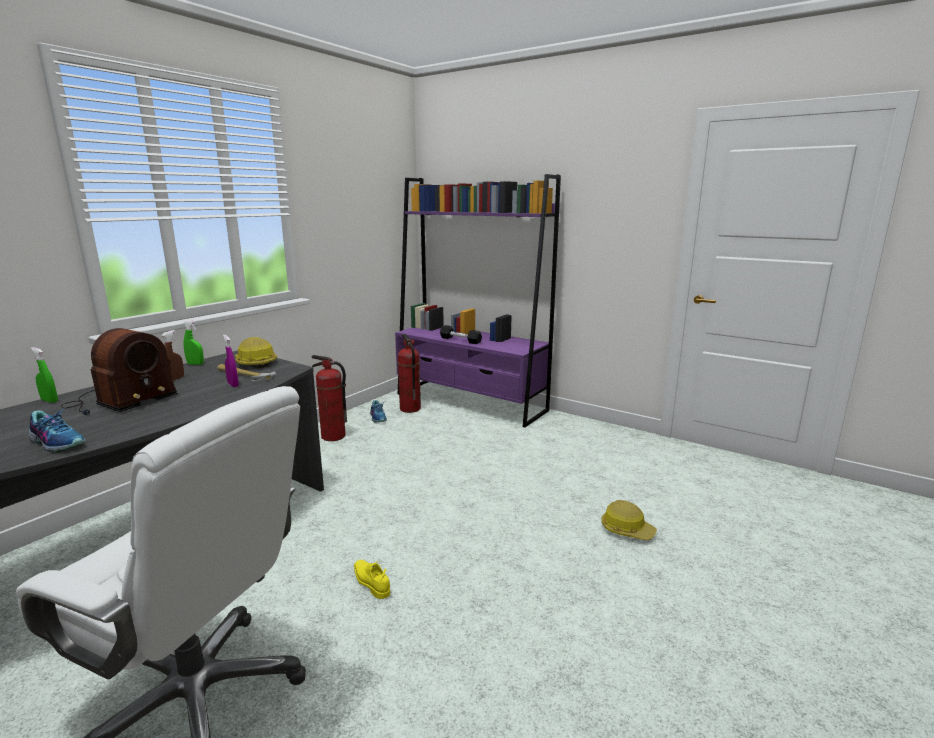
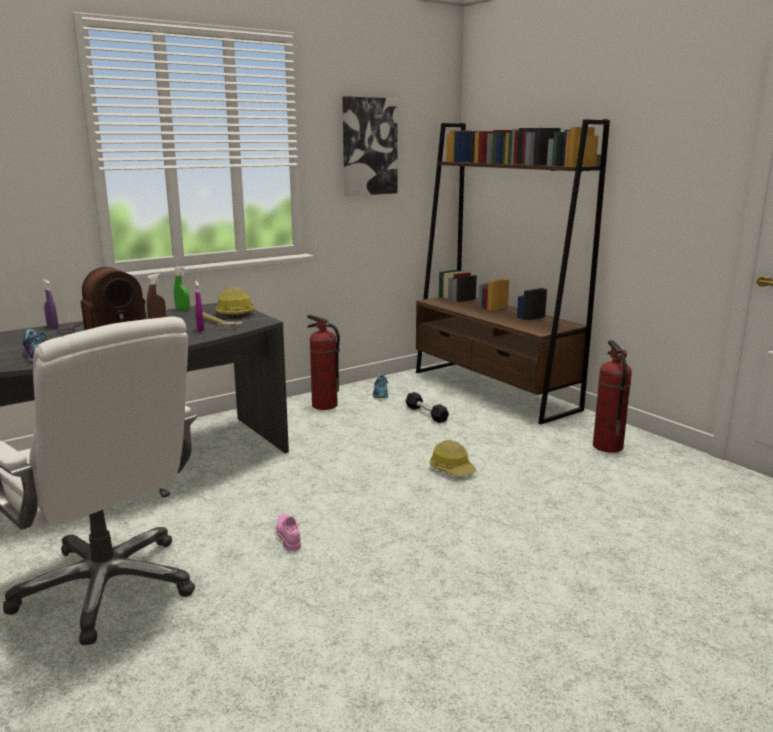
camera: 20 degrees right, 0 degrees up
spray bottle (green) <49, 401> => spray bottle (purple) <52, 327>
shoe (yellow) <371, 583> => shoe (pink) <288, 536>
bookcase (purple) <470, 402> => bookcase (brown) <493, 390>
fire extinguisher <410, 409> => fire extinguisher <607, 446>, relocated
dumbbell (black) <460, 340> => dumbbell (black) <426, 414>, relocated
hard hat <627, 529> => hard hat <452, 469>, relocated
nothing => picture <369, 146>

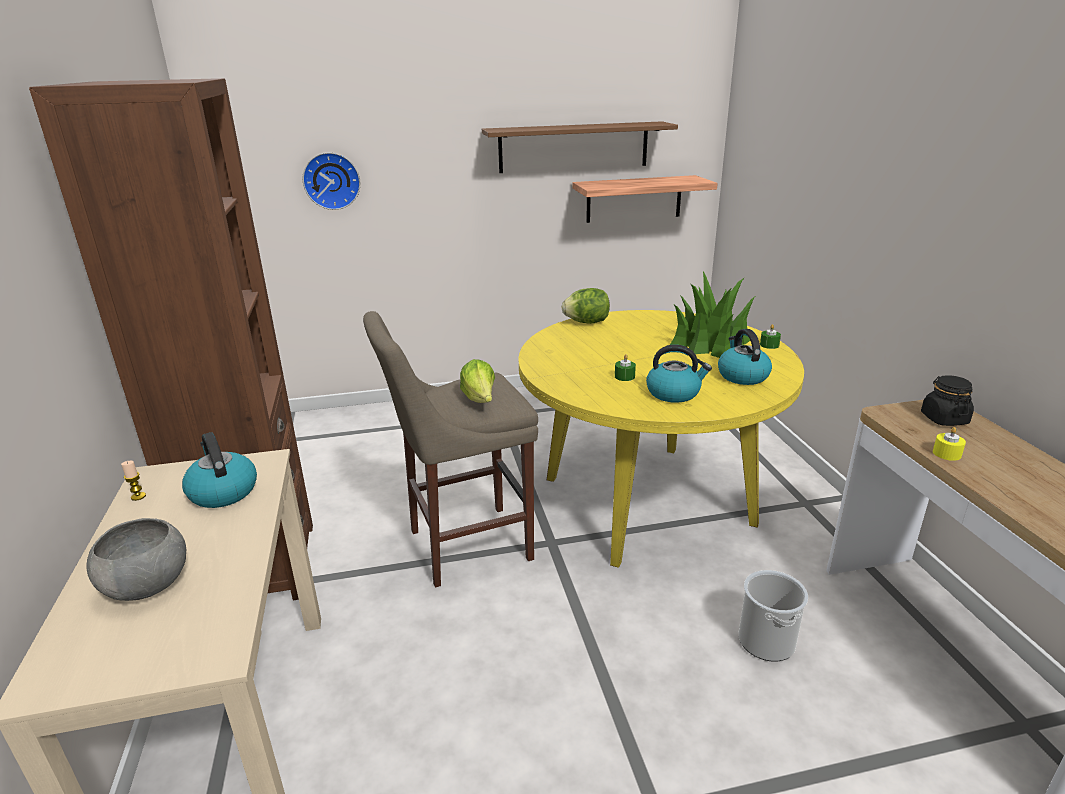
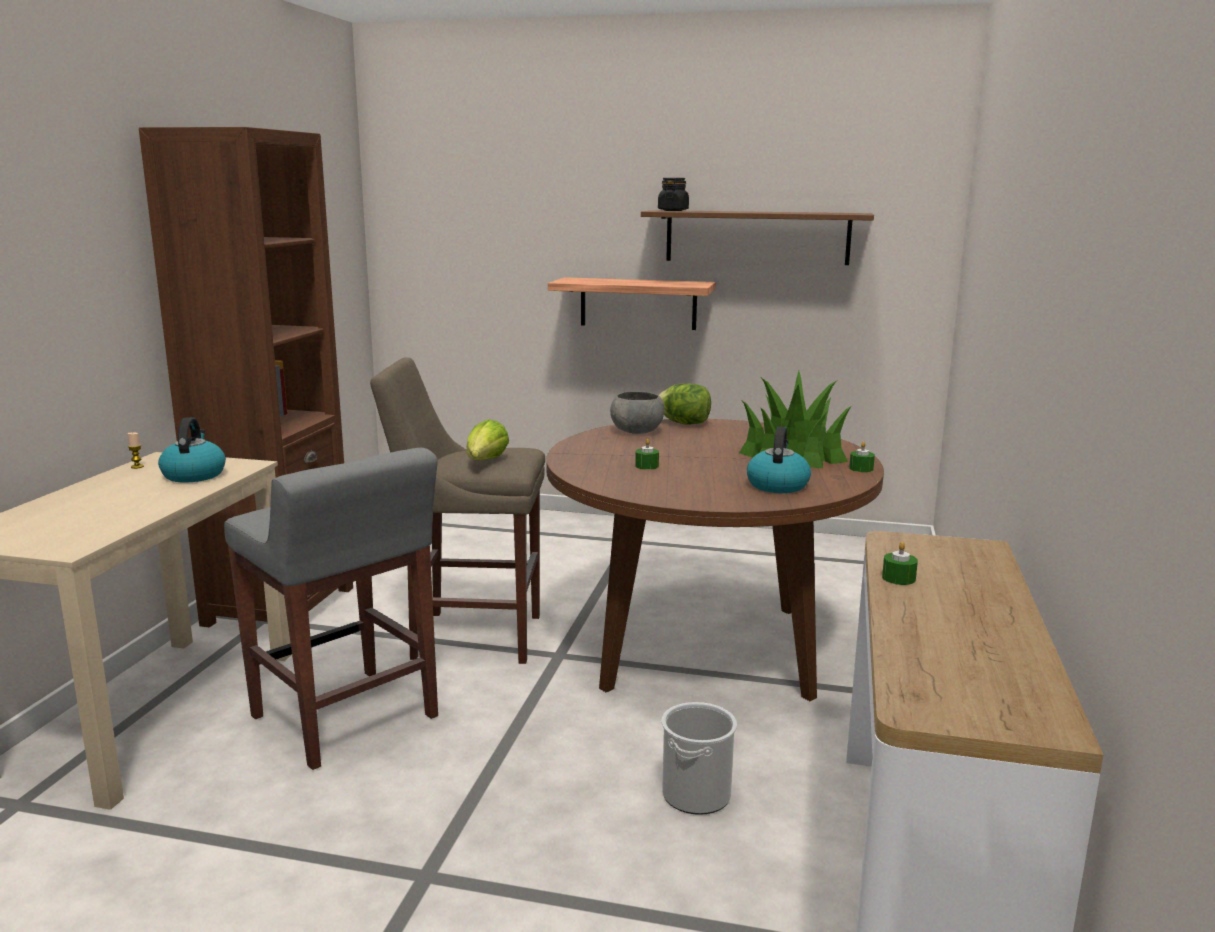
camera: 25 degrees right, 10 degrees down
bowl (grey) <146, 585> => bowl (grey) <636, 431>, relocated
wall clock <331, 180> => nothing
dining table (yellow) <647, 500> => dining table (brown) <705, 647>
shelf <634, 199> => shelf <638, 303>, relocated
kettle <674, 393> => nothing
jar (black) <944, 419> => jar (black) <673, 210>, relocated
candle (yellow) <946, 453> => candle (green) <898, 578>
nothing => stool (grey) <346, 718>

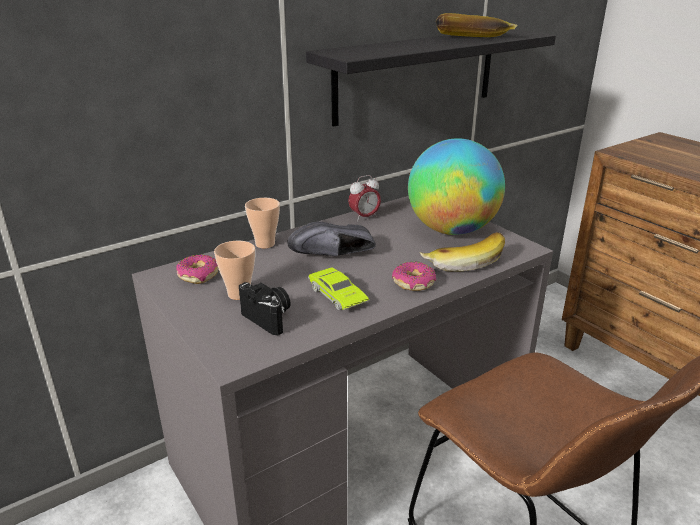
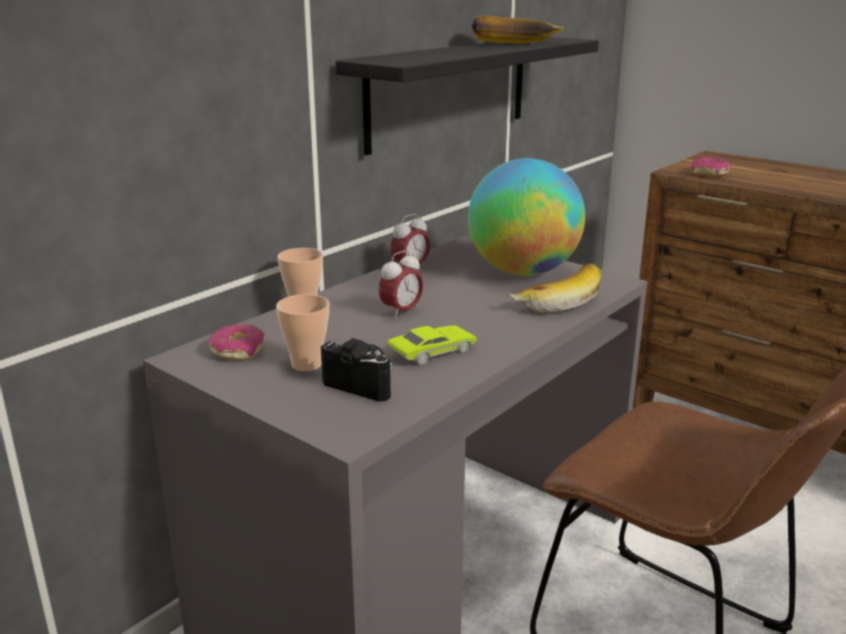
camera: 15 degrees left, 5 degrees down
shoe (black) <335, 256> => alarm clock <401, 312>
toy car (green) <338, 295> => toy car (green) <432, 351>, 75 degrees counterclockwise
donut <413, 283> => donut <709, 173>, relocated

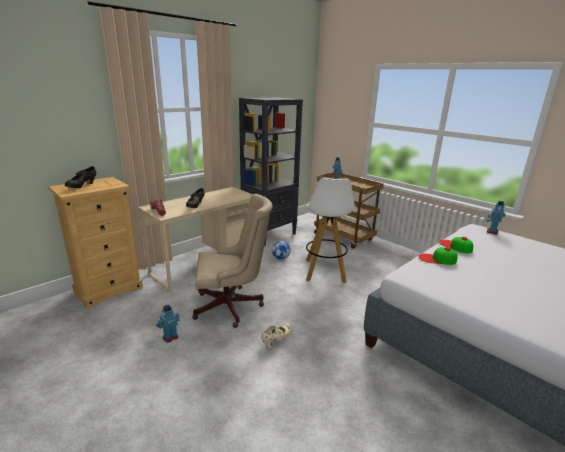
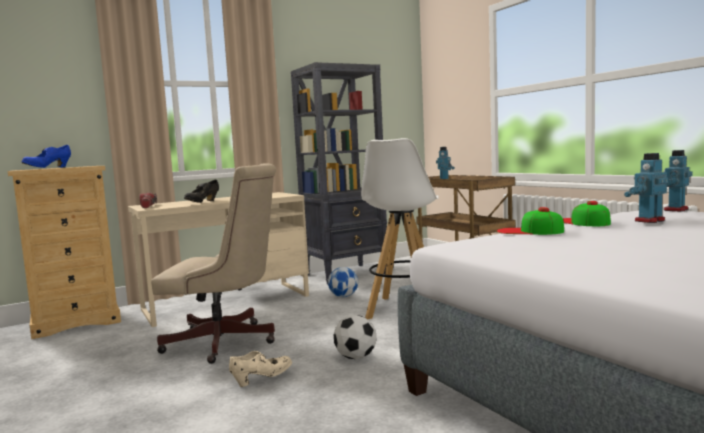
camera: 15 degrees right, 15 degrees down
shoe (black) <82, 186> => shoe (blue) <48, 168>
toy robot <170, 337> => toy robot <648, 221>, relocated
nothing => football <356, 357>

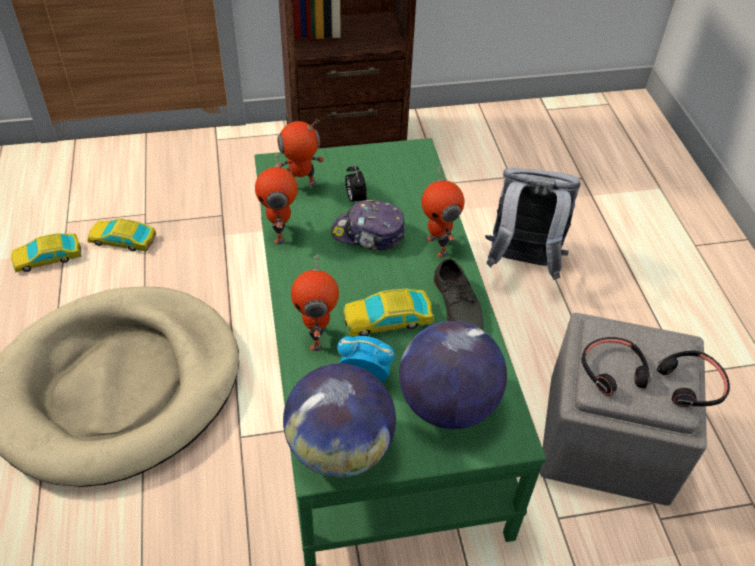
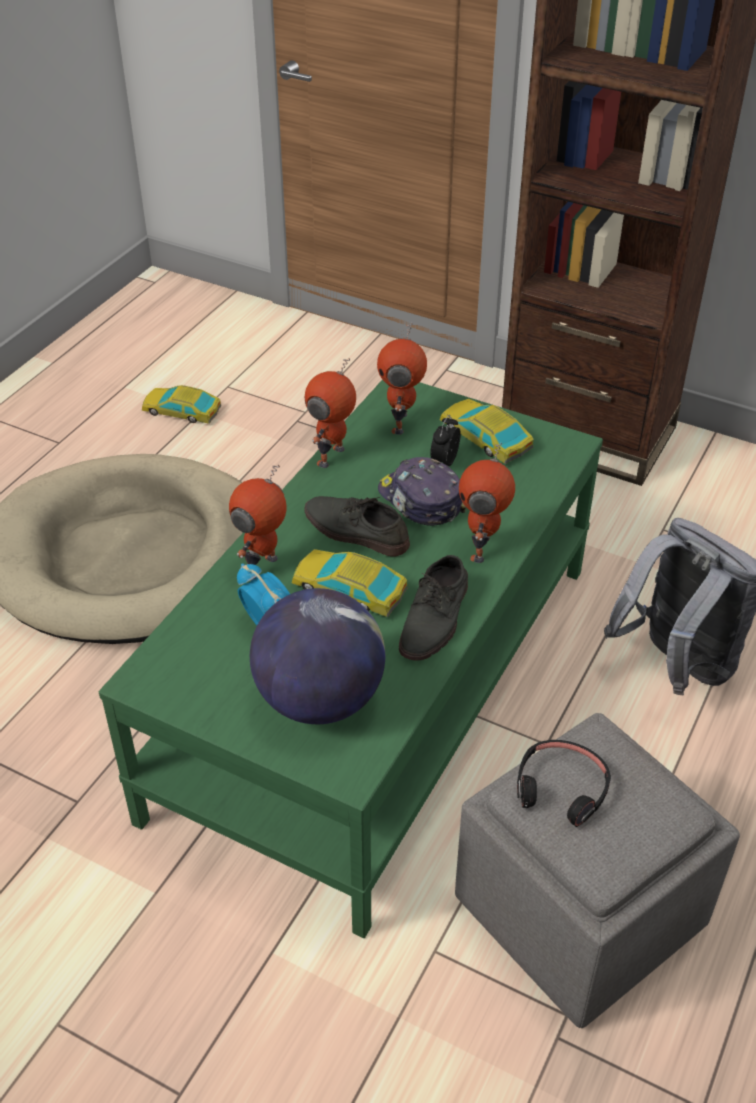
camera: 40 degrees right, 5 degrees down
toy car <122, 240> => toy car <485, 437>, relocated
toy robot <301, 186> => toy robot <401, 423>, 105 degrees counterclockwise
globe <340, 448> => nothing
headphones (black) <691, 384> => nothing
nothing => shoe (grey) <355, 531>

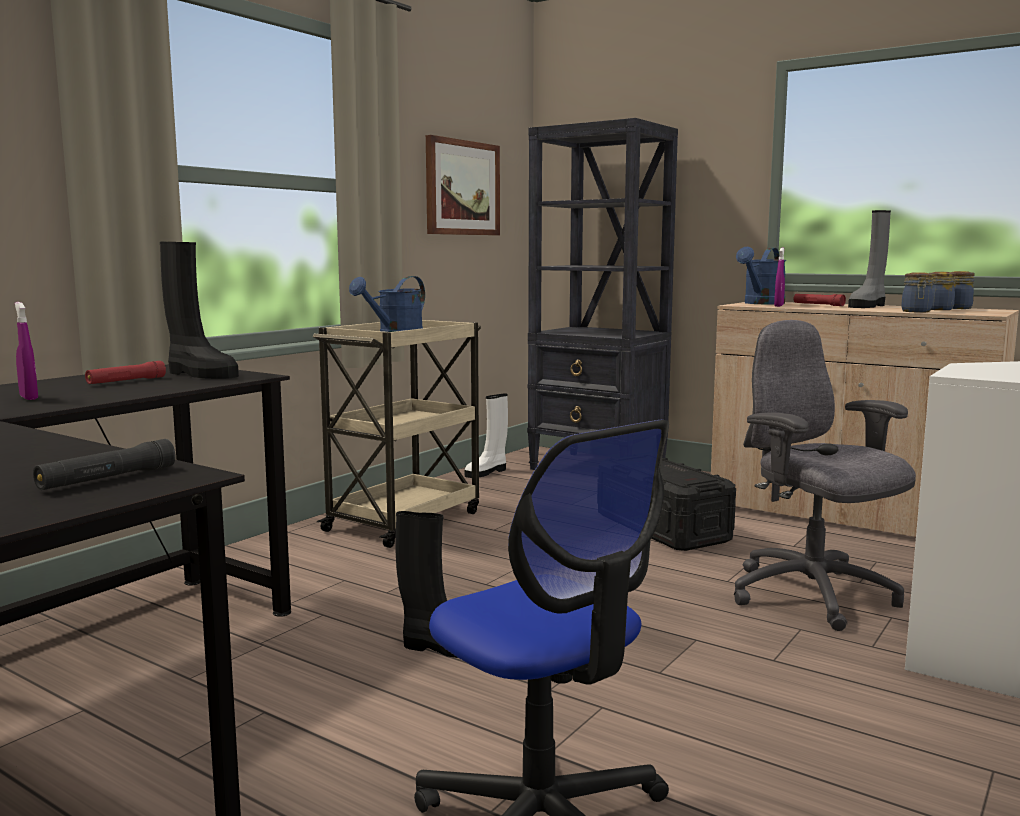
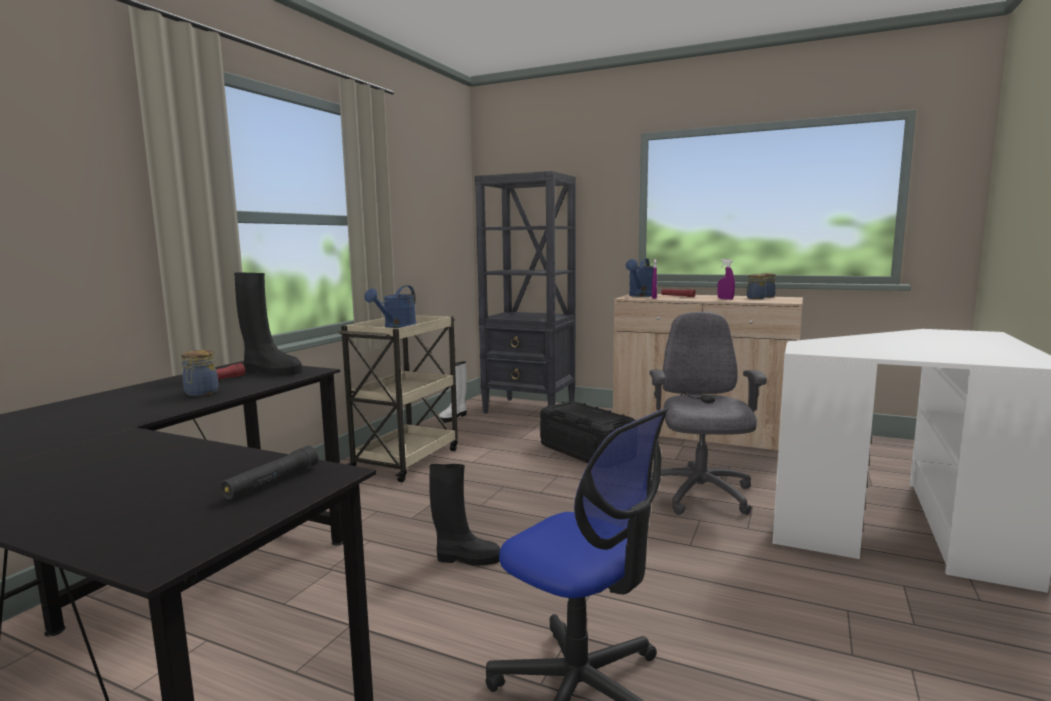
camera: 10 degrees left, 0 degrees up
spray bottle (purple) <29, 398> => spray bottle (purple) <725, 299>, relocated
picture <462, 188> => nothing
office chair (grey) <813, 596> => office chair (grey) <699, 495>, 45 degrees clockwise
boot (grey) <868, 306> => nothing
jar <916, 311> => jar <201, 393>, relocated

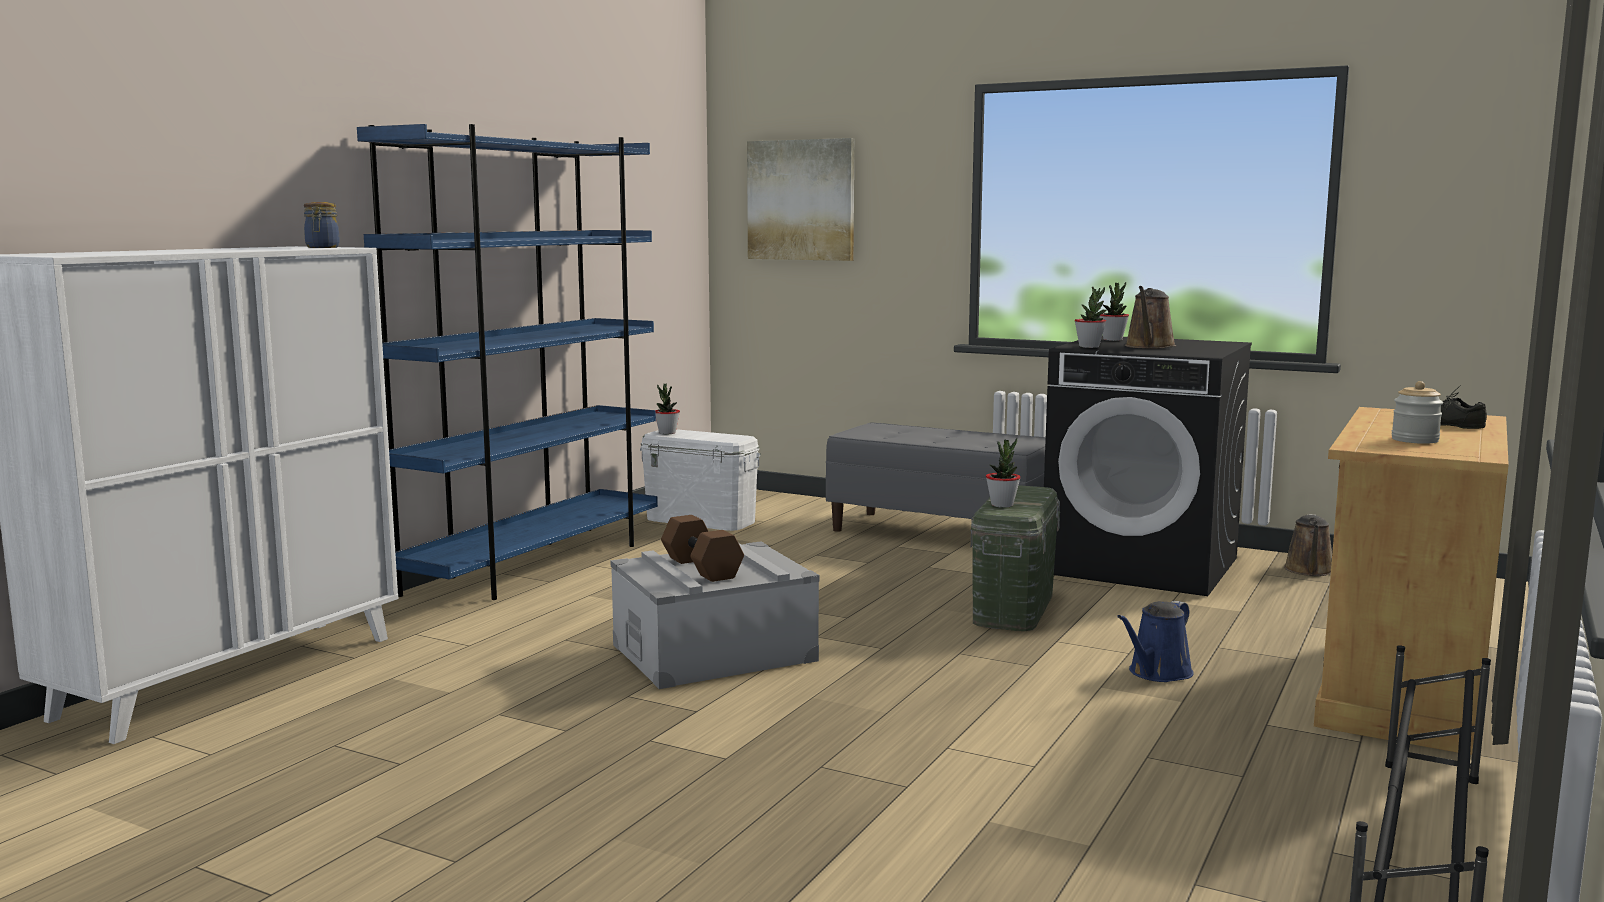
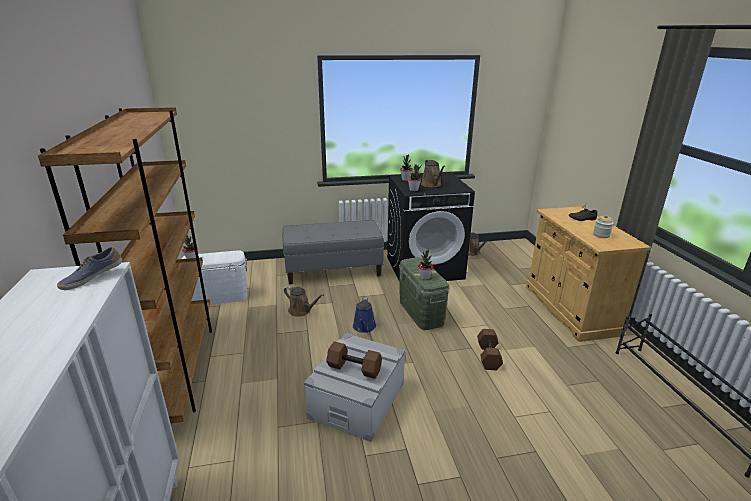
camera: 40 degrees left, 15 degrees up
jar <322, 247> => shoe <92, 278>
bookcase (blue) <535, 565> => bookcase (brown) <178, 369>
picture <801, 200> => nothing
watering can (blue) <1157, 673> => watering can (blue) <364, 327>, relocated
nothing => watering can (brown) <301, 311>
nothing => dumbbell (brown) <487, 356>

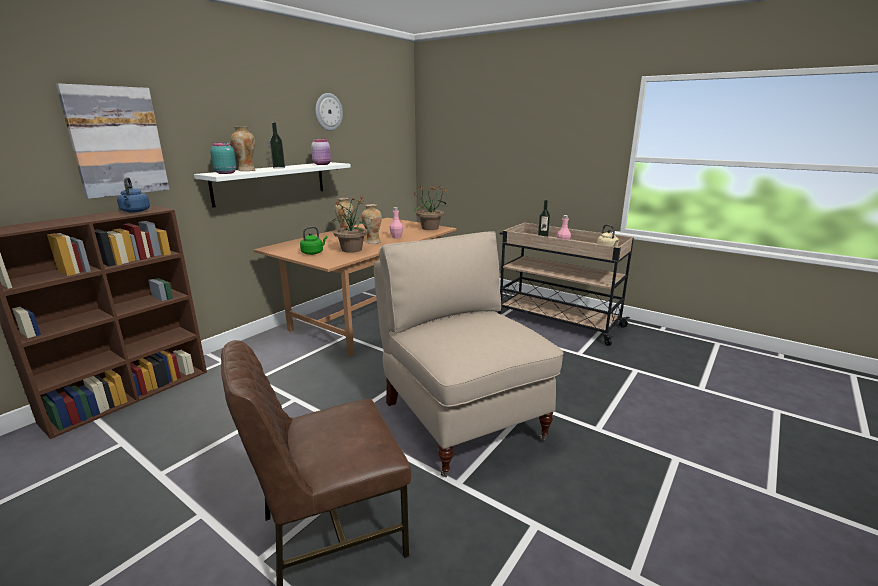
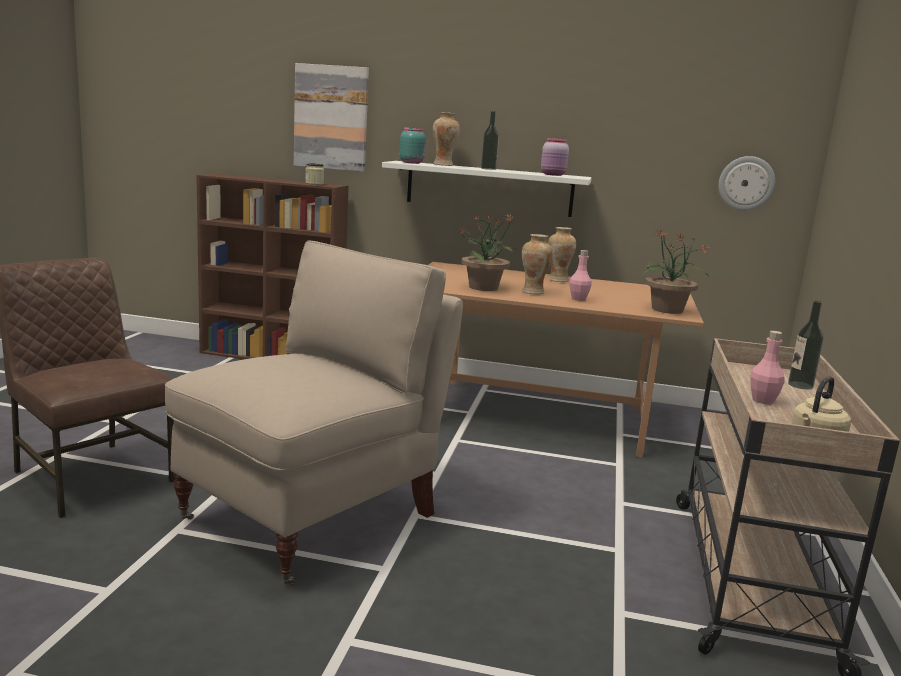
camera: 65 degrees right, 5 degrees down
kettle (blue) <135, 211> => jar <314, 183>
kettle (green) <313, 253> => nothing
wall clock <328, 112> => wall clock <746, 183>, relocated

